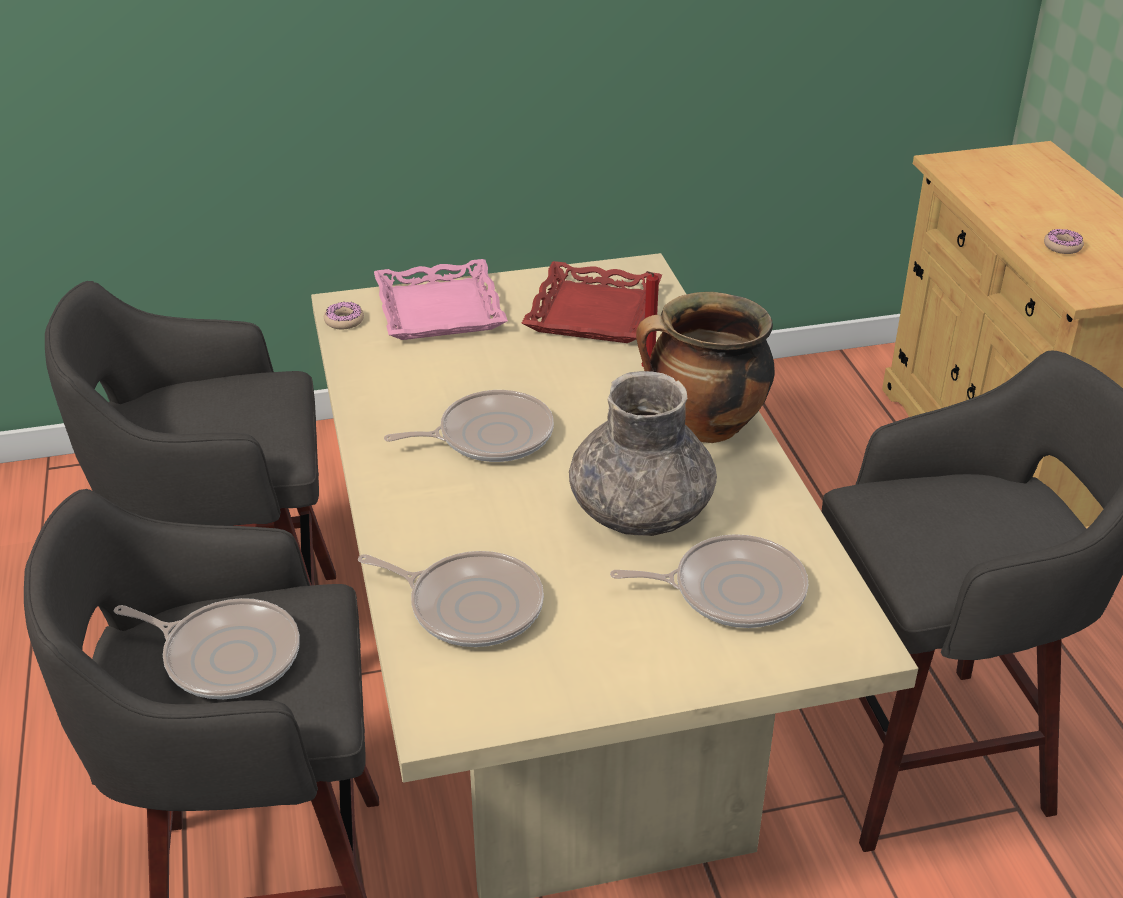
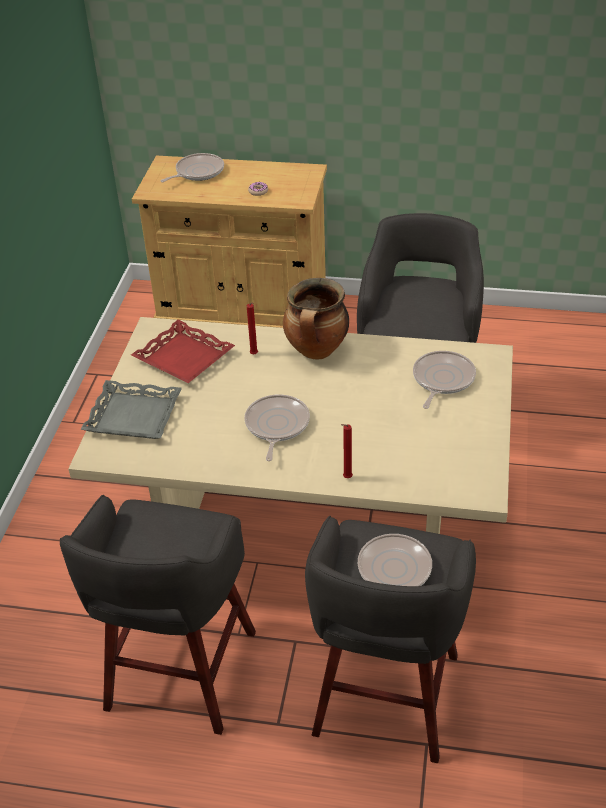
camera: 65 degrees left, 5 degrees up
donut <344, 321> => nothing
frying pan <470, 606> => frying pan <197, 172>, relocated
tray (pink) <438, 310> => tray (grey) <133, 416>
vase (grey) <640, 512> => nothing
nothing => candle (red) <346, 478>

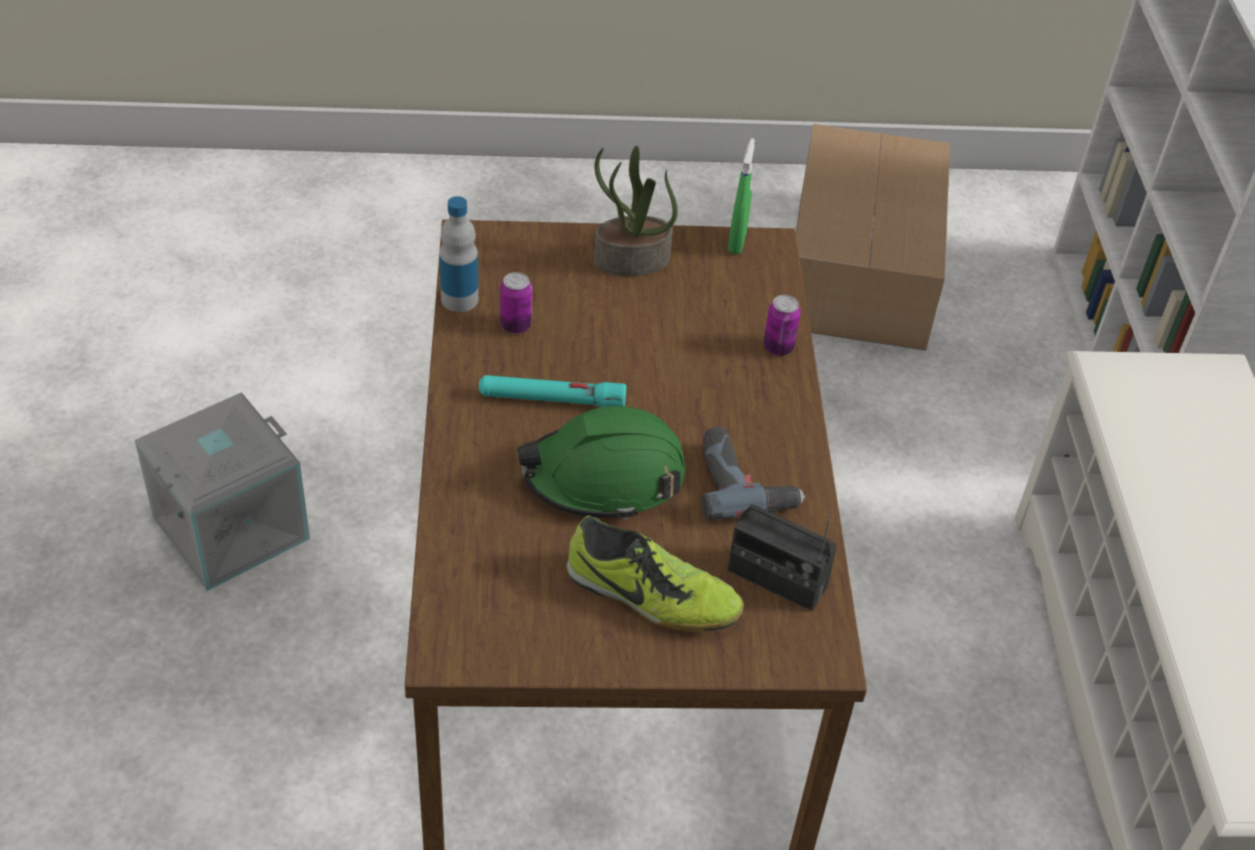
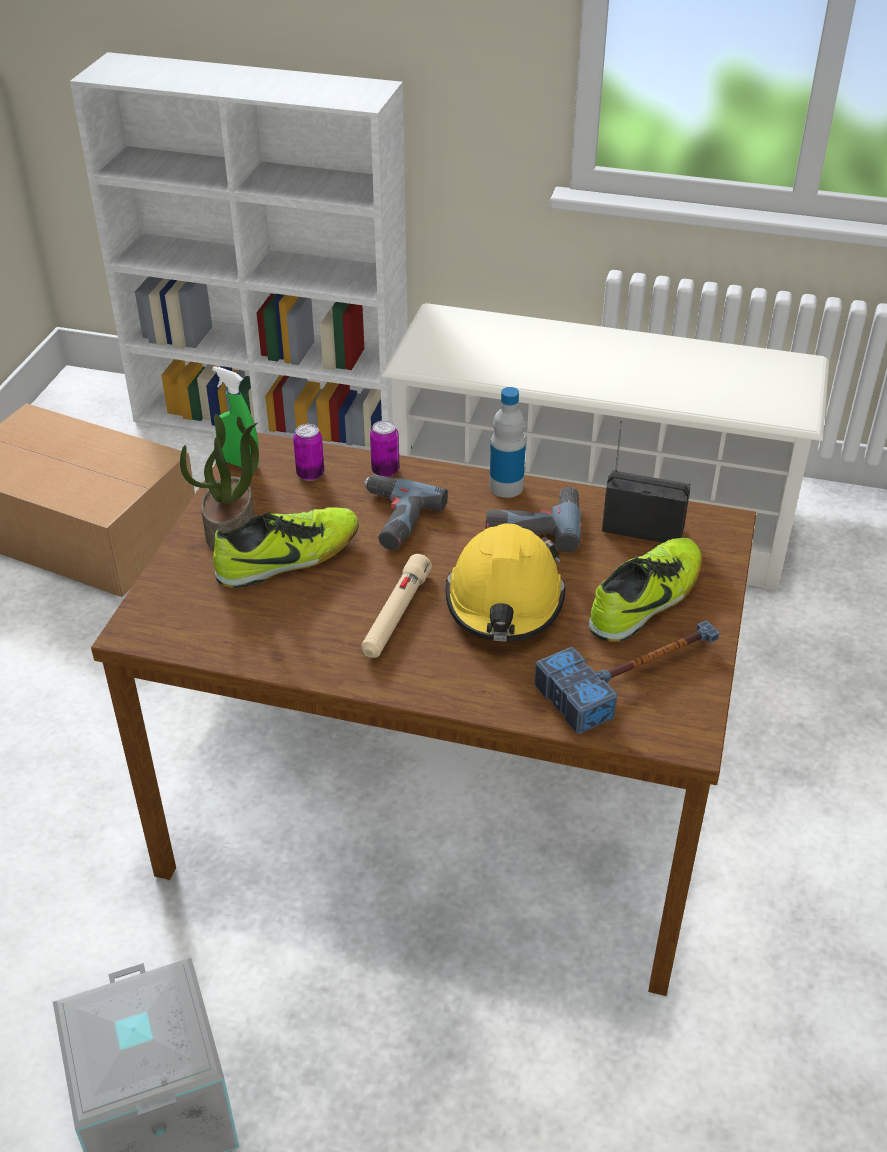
camera: 70 degrees left, 5 degrees down
bottle <459, 299> => bottle <506, 487>, relocated
flashlight (turquoise) <552, 400> => flashlight (beige) <396, 615>
can <515, 325> => can <310, 474>, relocated
hard hat (green) <604, 477> => hard hat (yellow) <505, 601>
radio <776, 579> => radio <643, 529>, 120 degrees counterclockwise
nothing => shoe <289, 558>
nothing => power drill <391, 519>
nothing => hammer <634, 675>

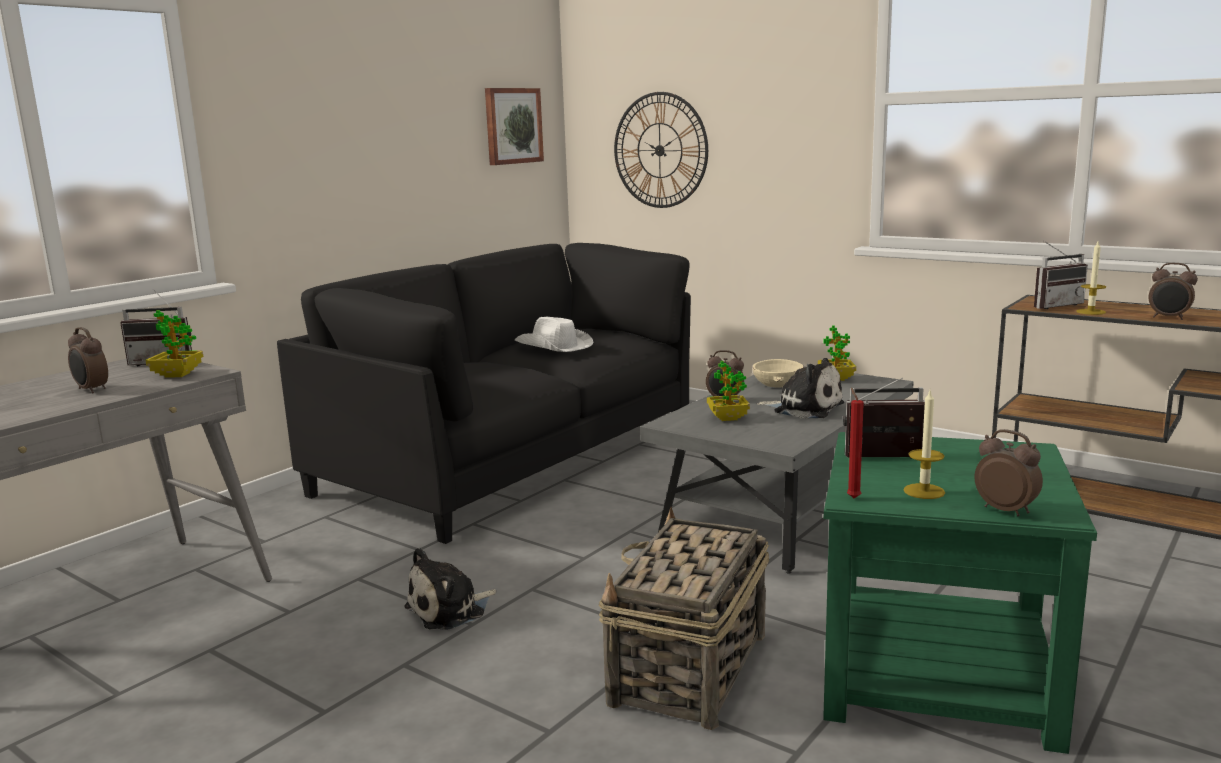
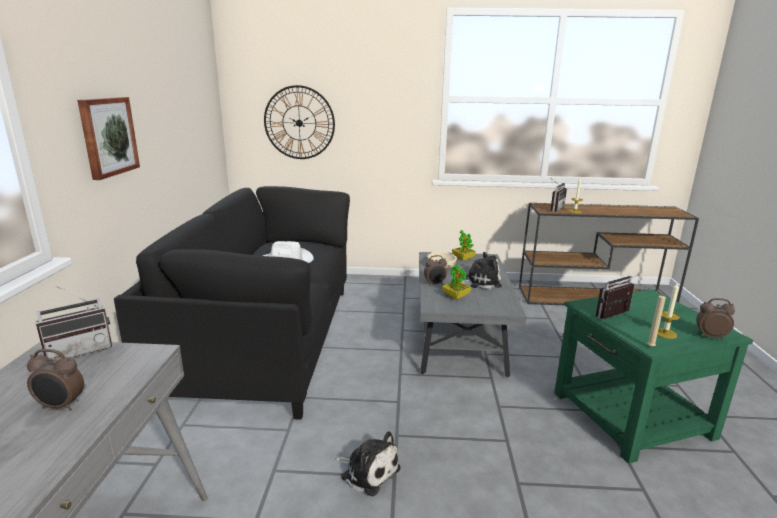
camera: 35 degrees left, 5 degrees up
potted plant <177, 375> => nothing
plush toy <450, 610> => plush toy <368, 471>, 75 degrees counterclockwise
picture <512, 126> => picture <108, 136>, relocated
basket <688, 670> => nothing
candle (red) <852, 497> => candle (beige) <649, 346>
alarm clock <1168, 318> => nothing

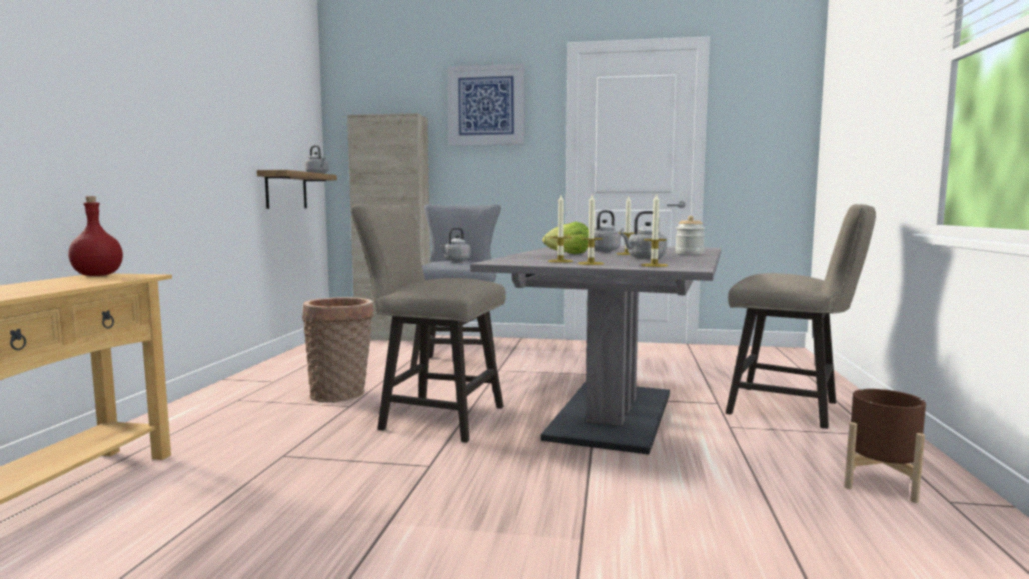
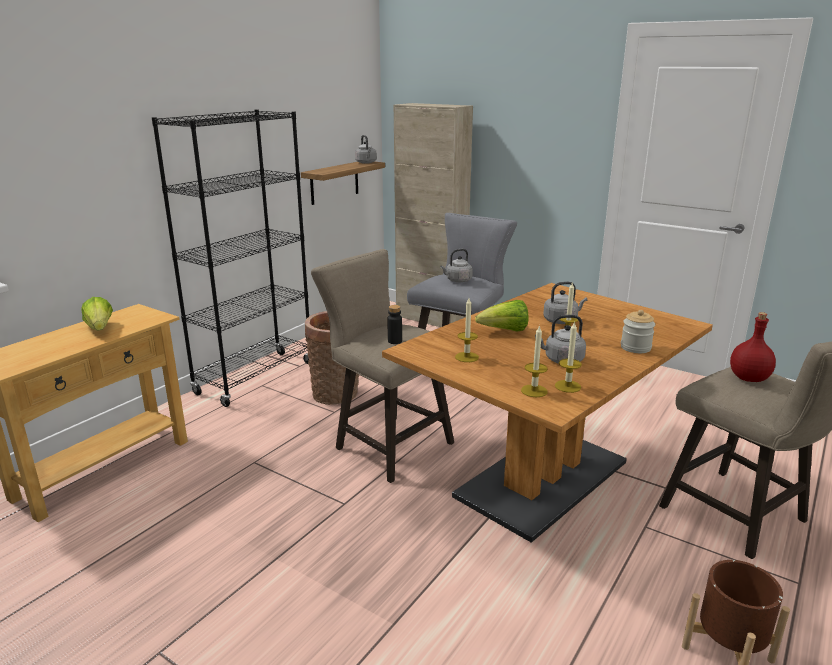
camera: 25 degrees right, 15 degrees up
bottle (red) <97, 275> => bottle (red) <748, 378>, relocated
picture <486, 105> => nothing
dining table (grey) <612, 415> => dining table (brown) <542, 479>
candle <591, 263> => candle <567, 386>, relocated
nothing => lettuce <100, 328>
nothing => bookcase (black) <255, 378>
nothing => bottle (black) <395, 341>

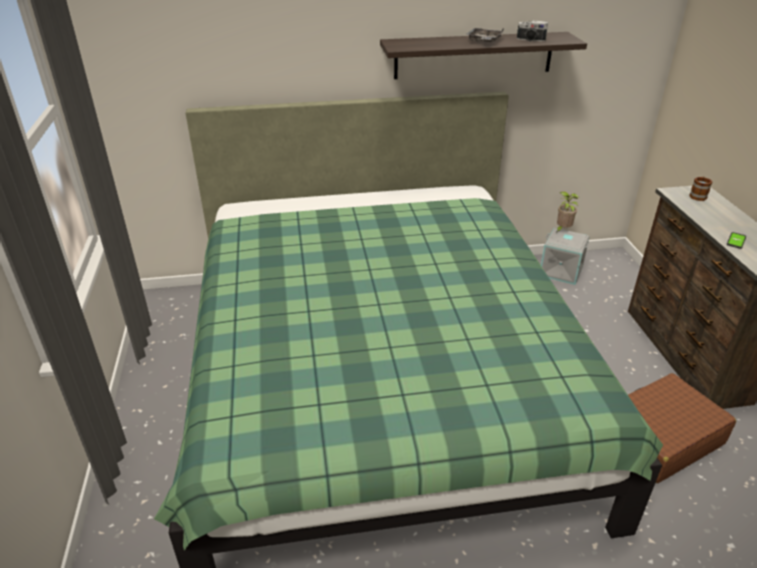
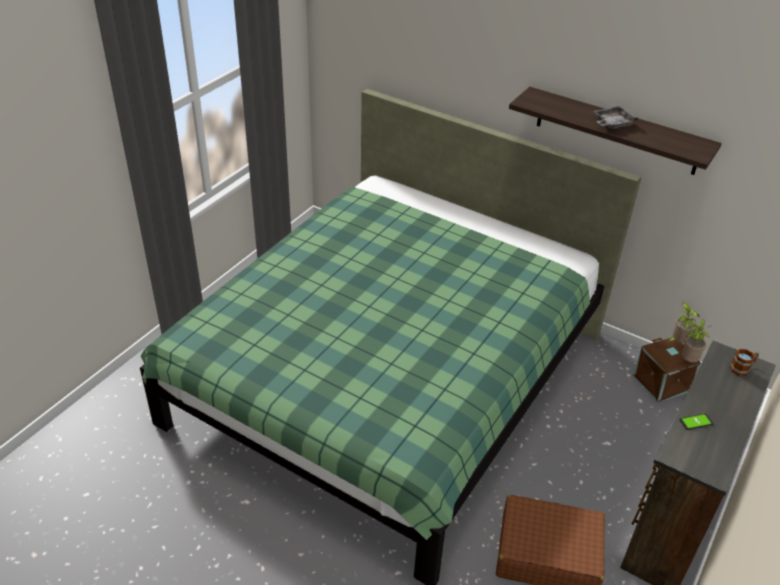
camera: 40 degrees right, 5 degrees up
photo camera <530, 40> => nothing
storage box (grey) <561, 270> => storage box (brown) <662, 383>
nothing => potted plant <688, 361>

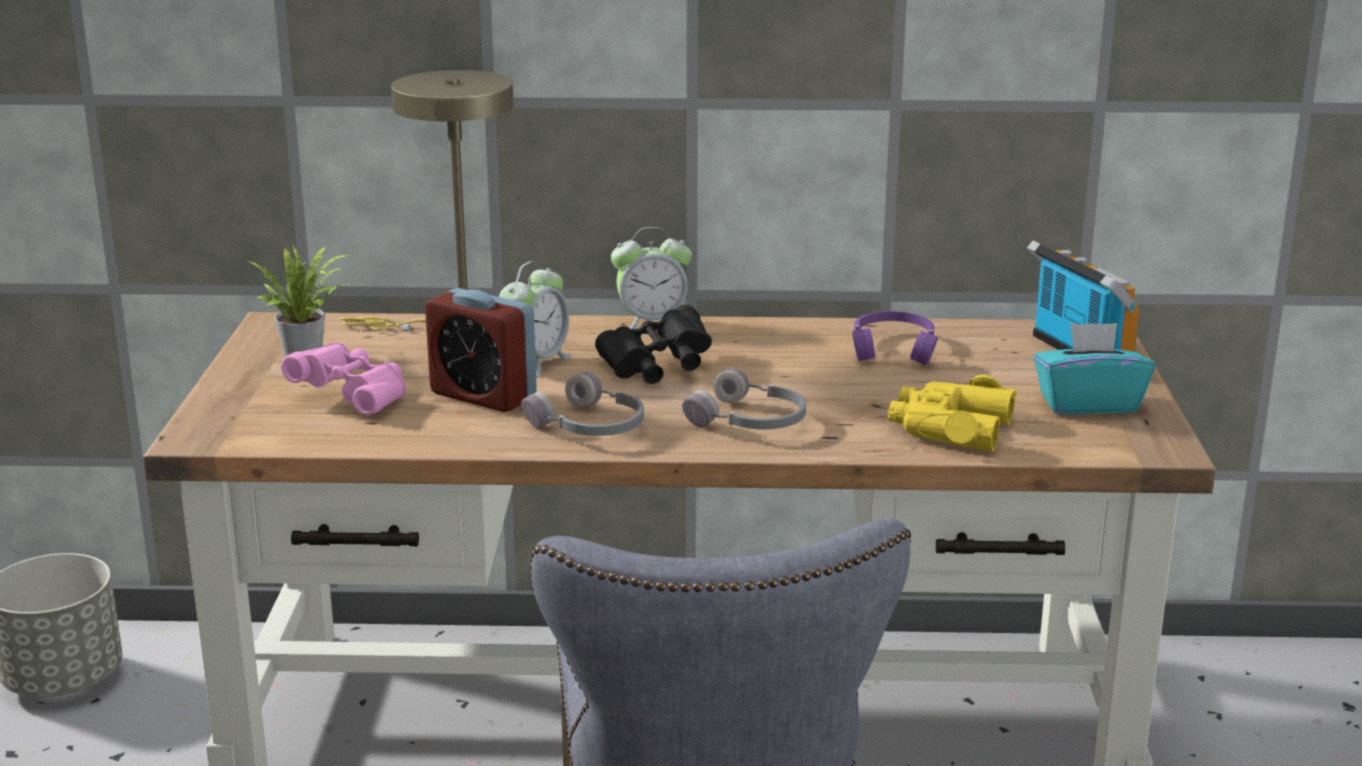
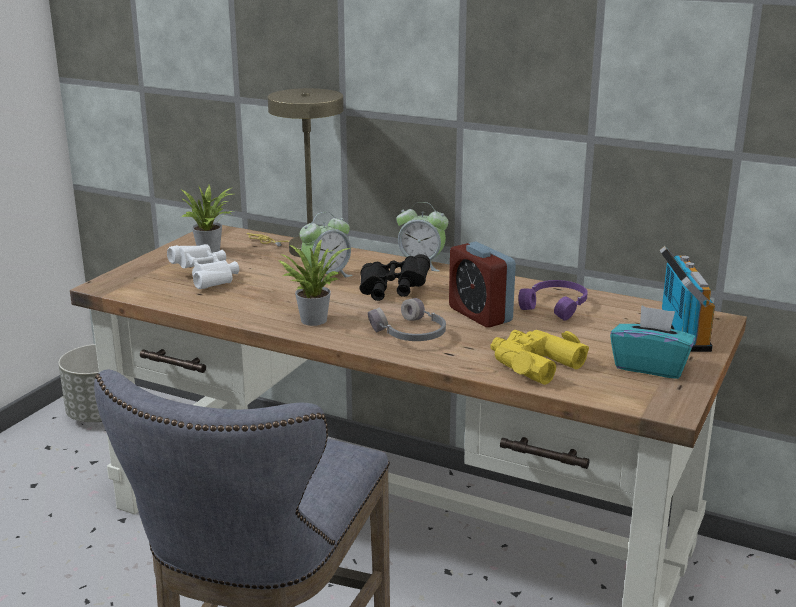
camera: 25 degrees right, 0 degrees up
binoculars (pink) <353, 397> => binoculars (white) <206, 278>
alarm clock <483, 396> => alarm clock <480, 314>, relocated
headphones (grey) <589, 426> => potted plant <312, 319>

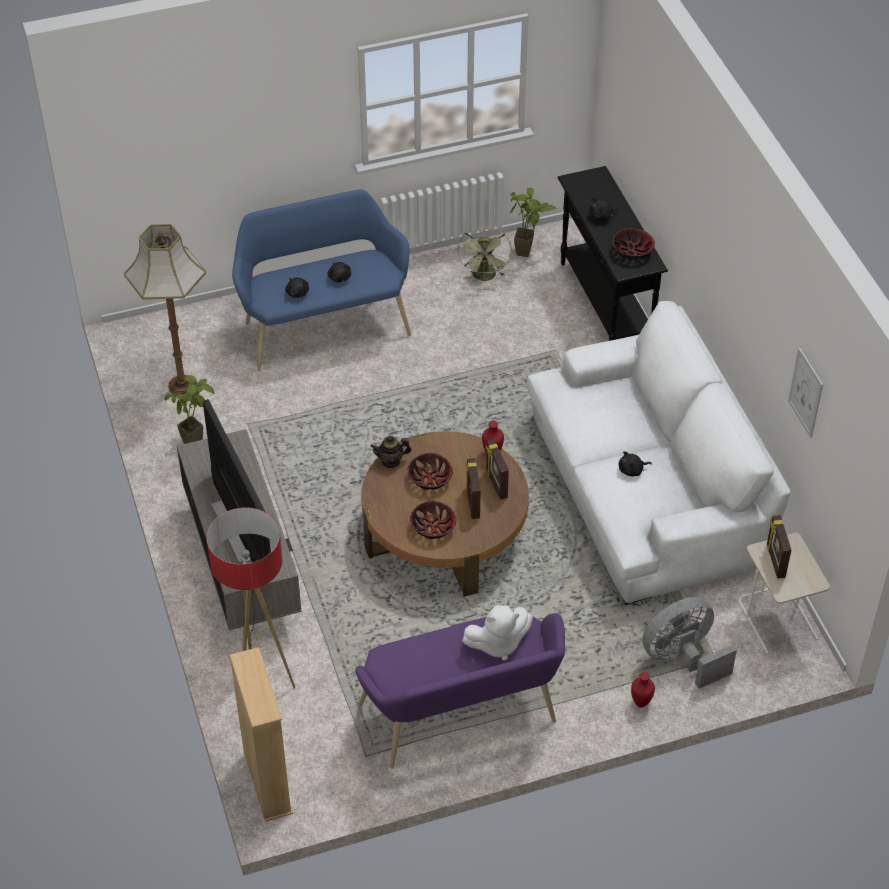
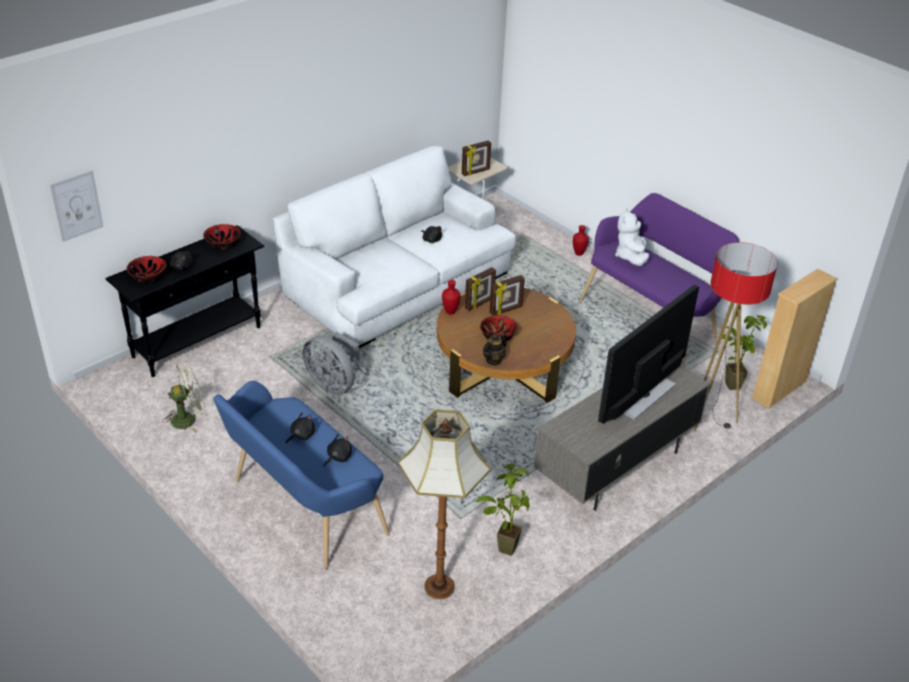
camera: 115 degrees left, 10 degrees down
teapot <391, 461> => teapot <494, 360>, 75 degrees clockwise
bowl <433, 527> => bowl <148, 276>, relocated
plush toy (white) <497, 643> => plush toy (white) <631, 257>, 135 degrees counterclockwise
potted plant <529, 255> => potted plant <732, 382>, relocated
fan (grey) <682, 658> => fan (grey) <333, 384>, relocated
picture <805, 392> => picture <77, 206>, relocated

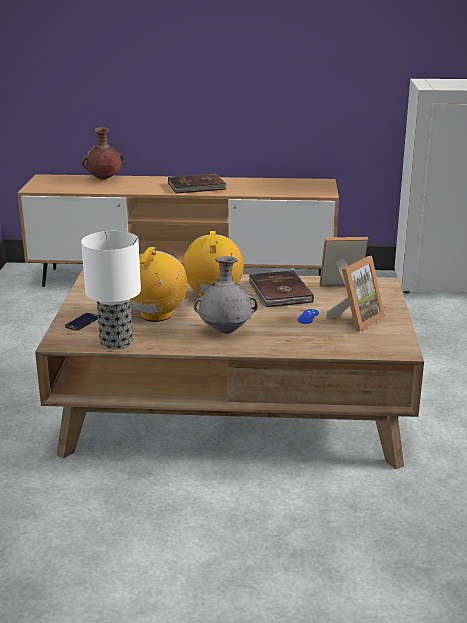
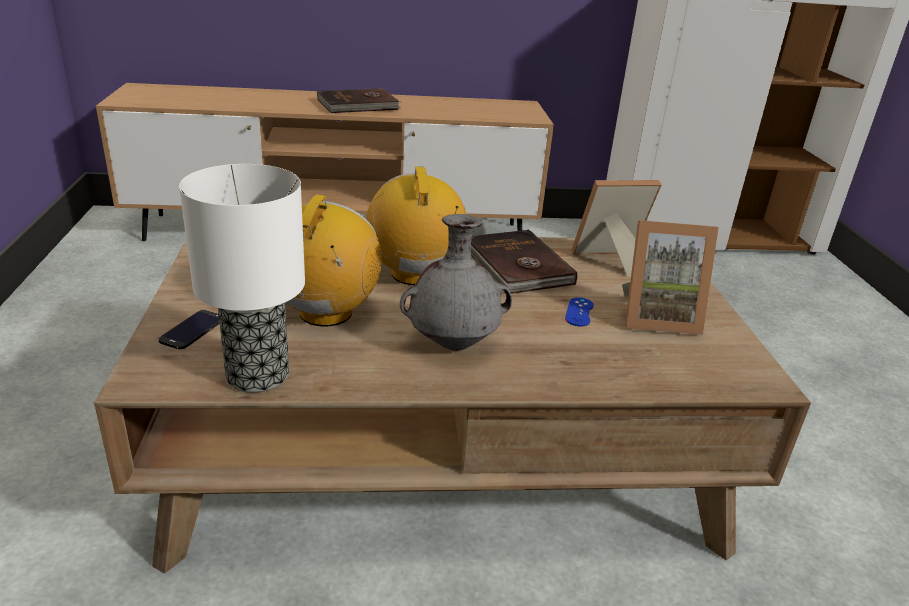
camera: 10 degrees left, 5 degrees up
vase (brown) <103, 179> => nothing
picture frame <356, 320> => picture frame <657, 317>, 60 degrees clockwise

